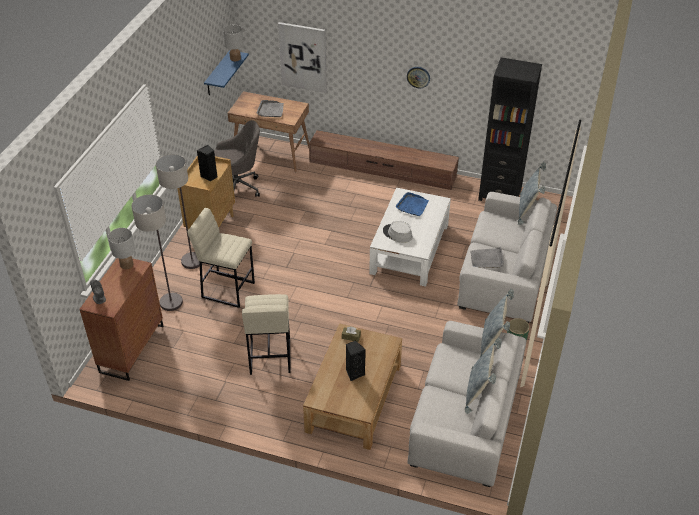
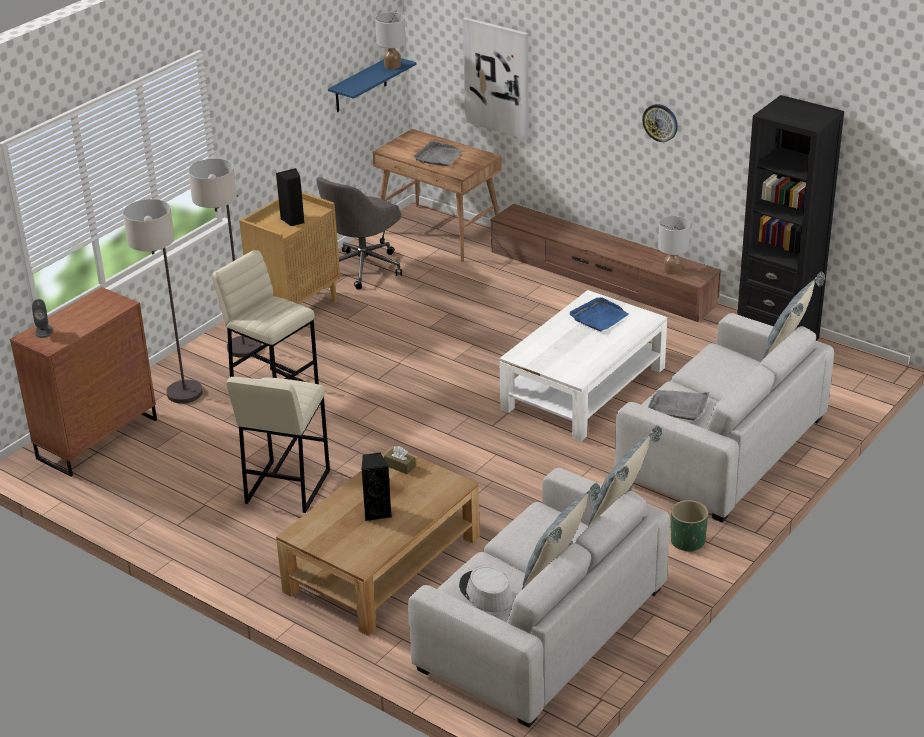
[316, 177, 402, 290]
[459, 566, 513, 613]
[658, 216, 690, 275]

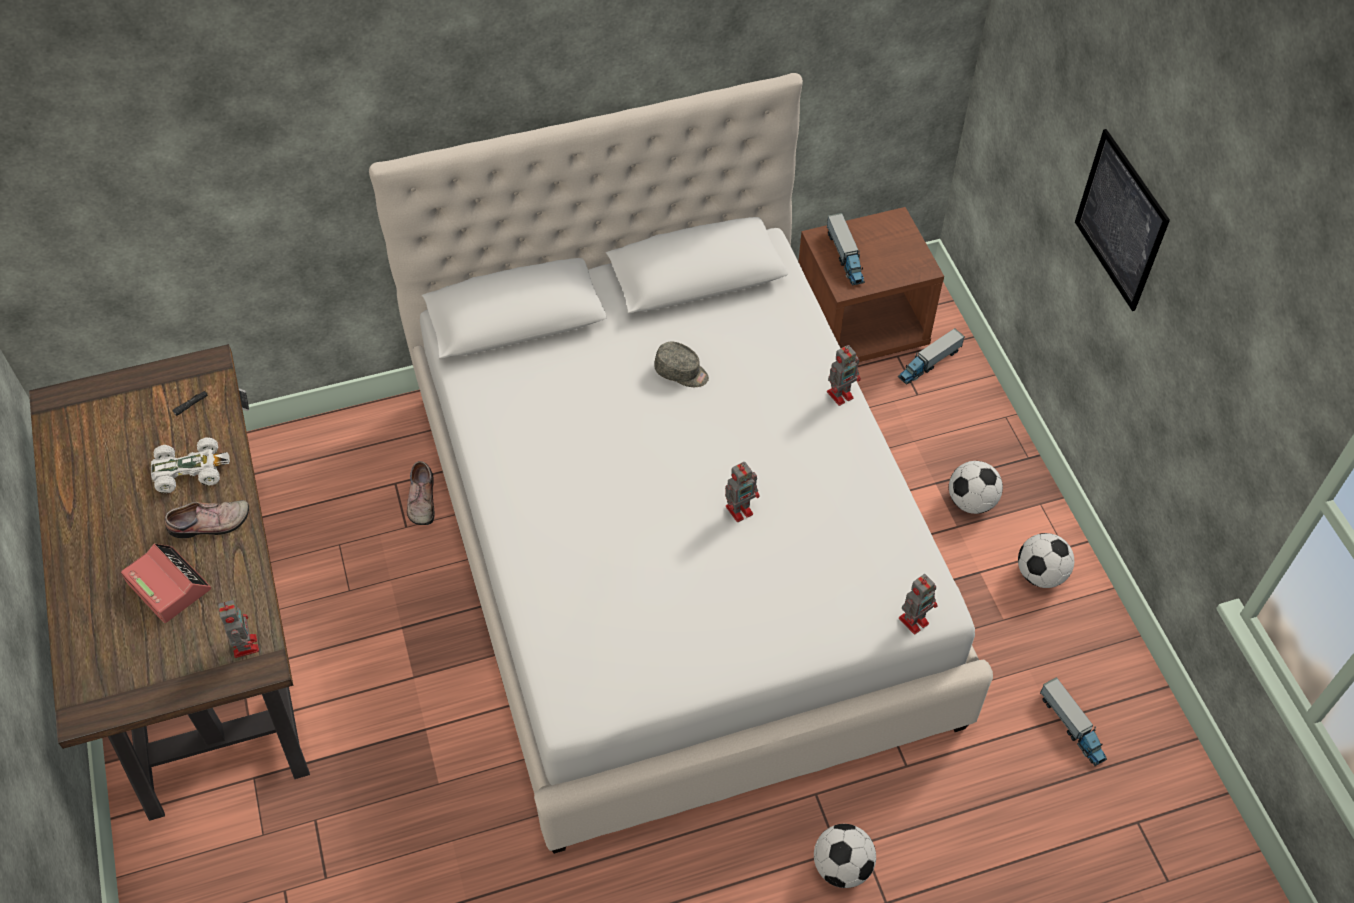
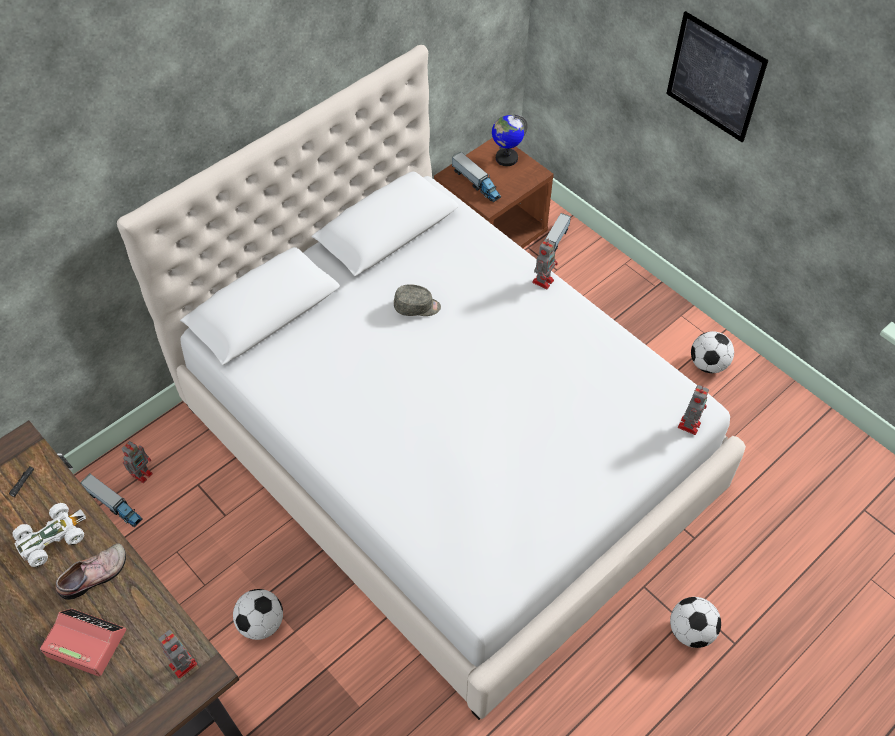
[80, 474, 143, 528]
[122, 441, 153, 483]
[233, 589, 283, 640]
[492, 114, 528, 166]
[407, 461, 435, 525] (first image)

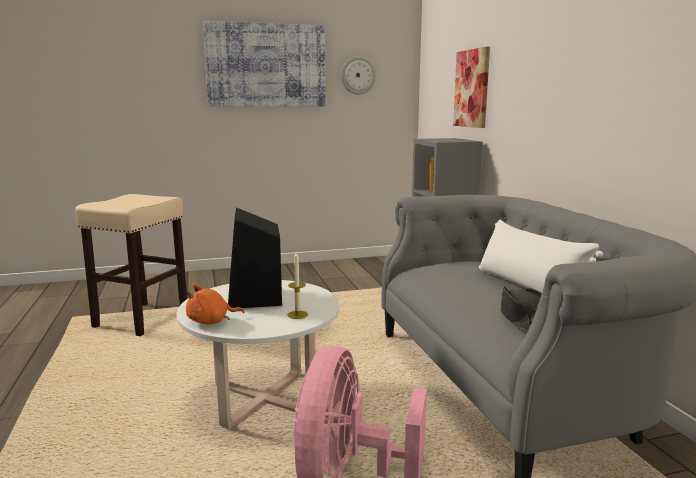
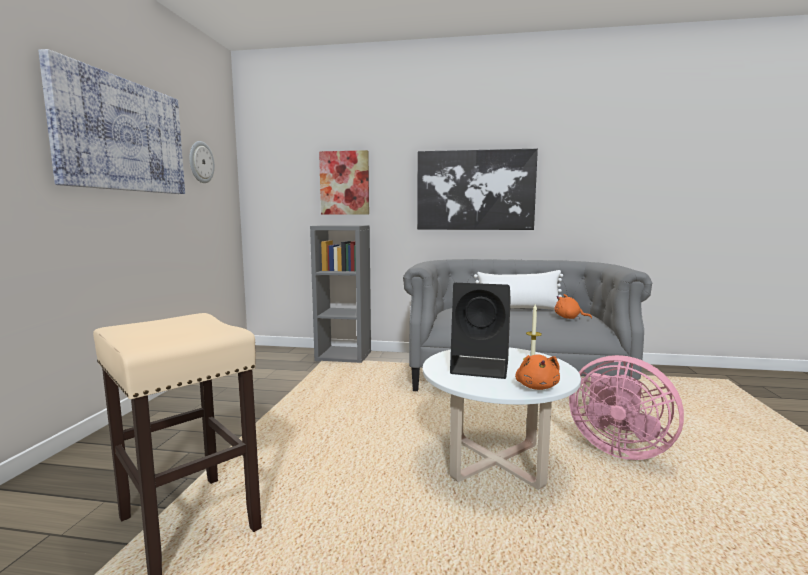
[417, 149, 538, 230]
[555, 294, 592, 319]

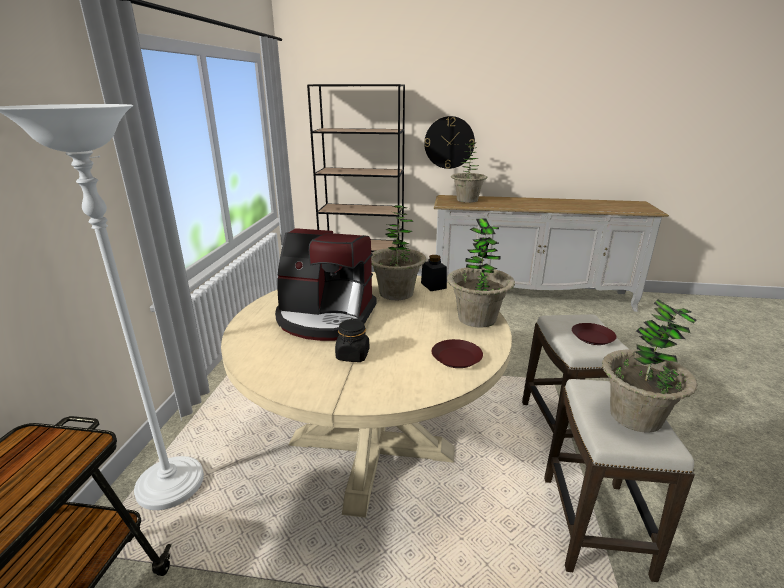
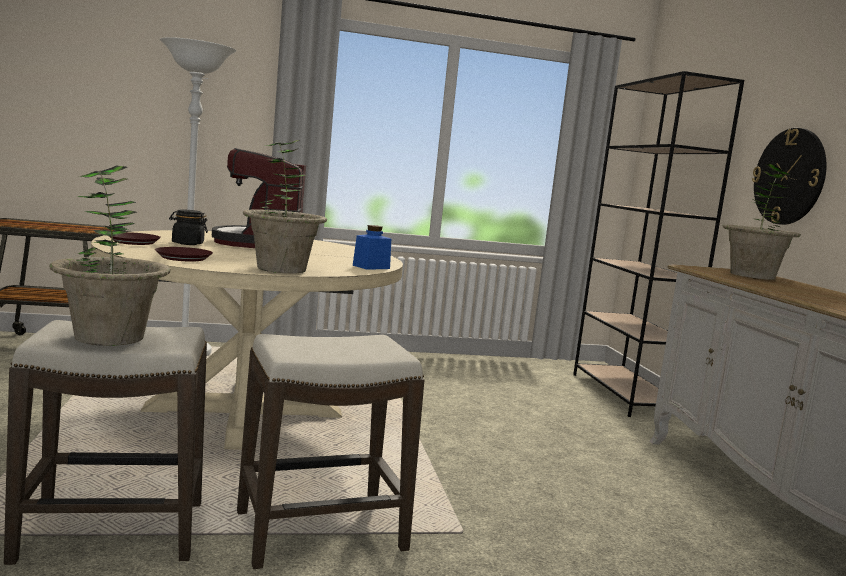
[109, 232, 161, 245]
[353, 225, 391, 270]
[371, 205, 426, 300] (first image)

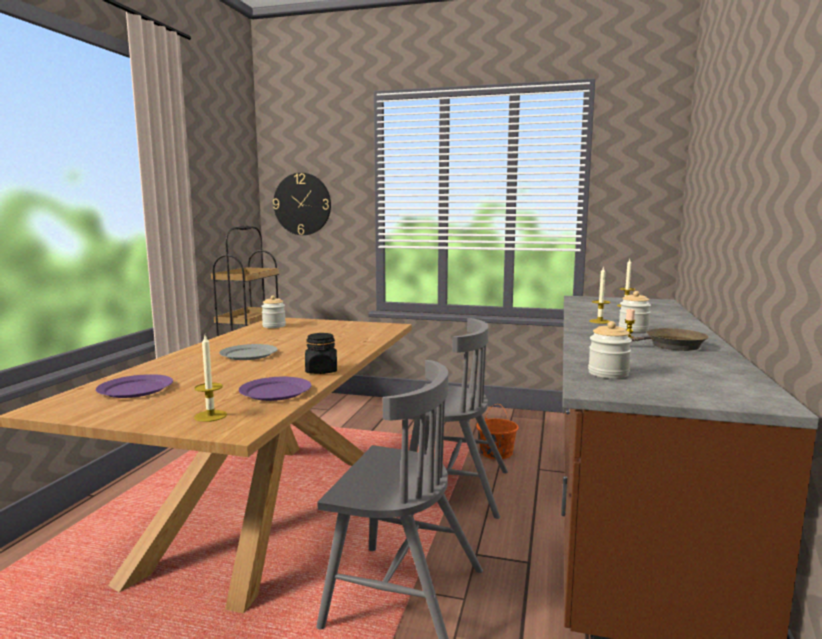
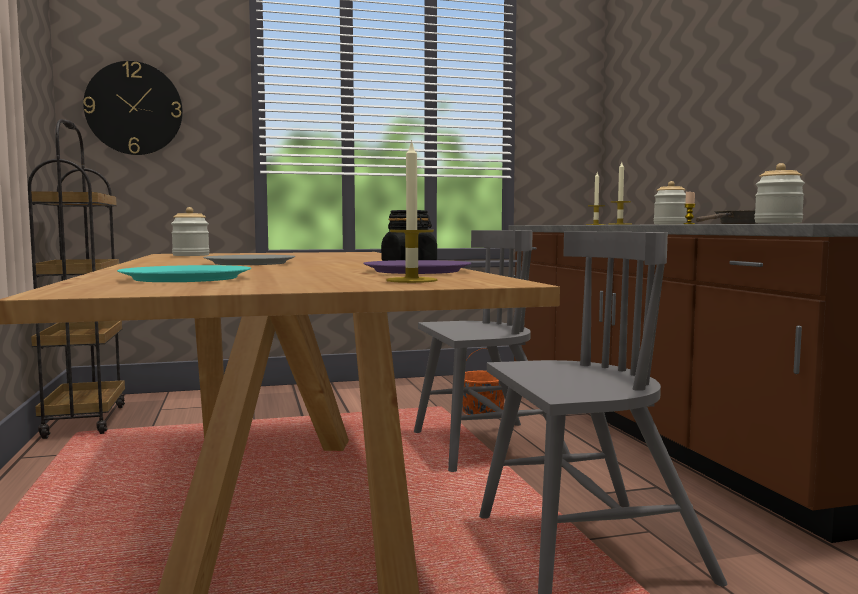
[117, 265, 251, 282]

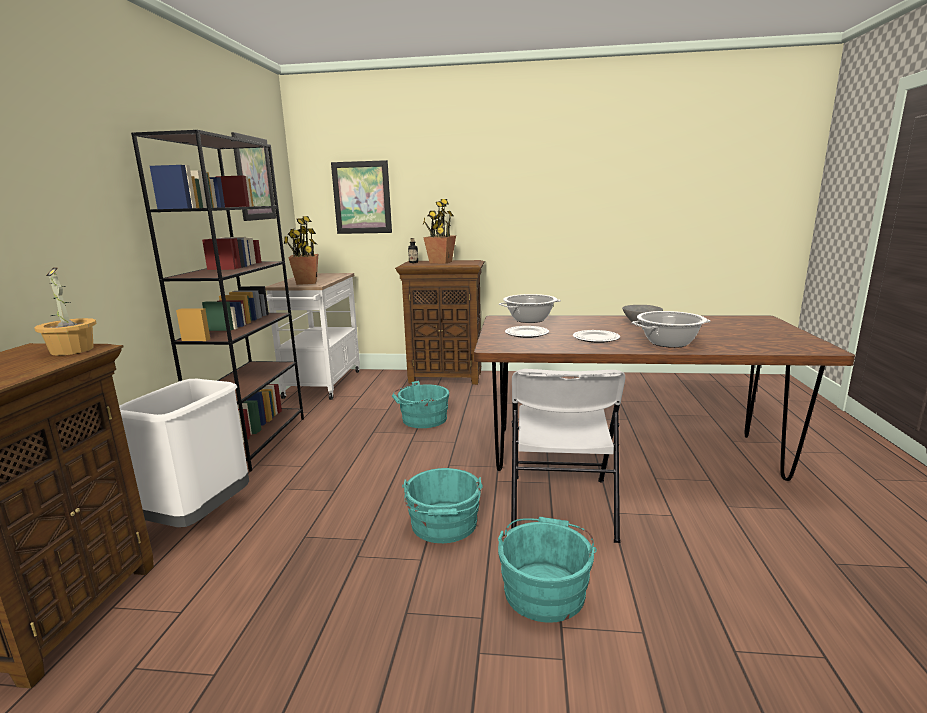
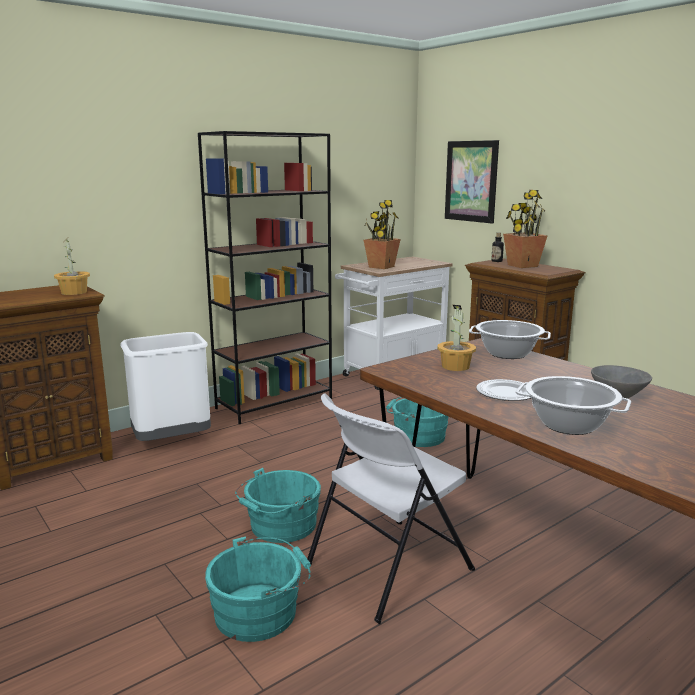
[437, 305, 476, 371]
[231, 132, 276, 221] (first image)

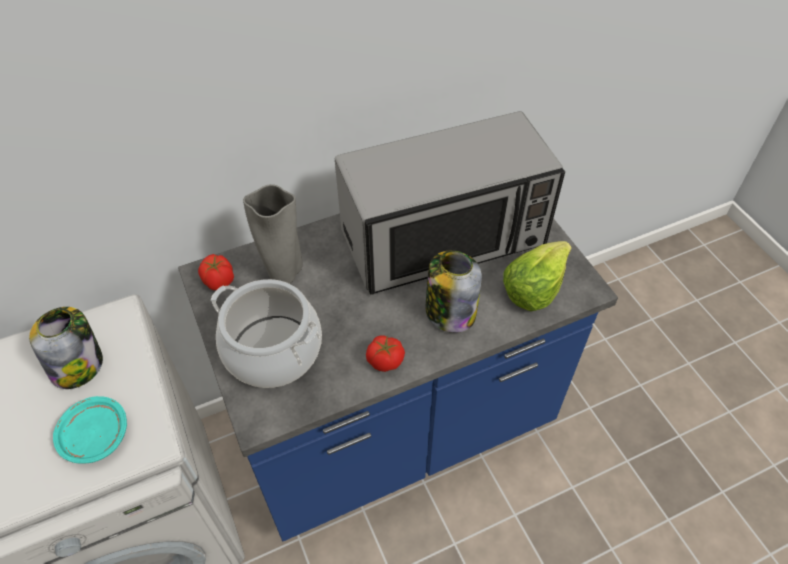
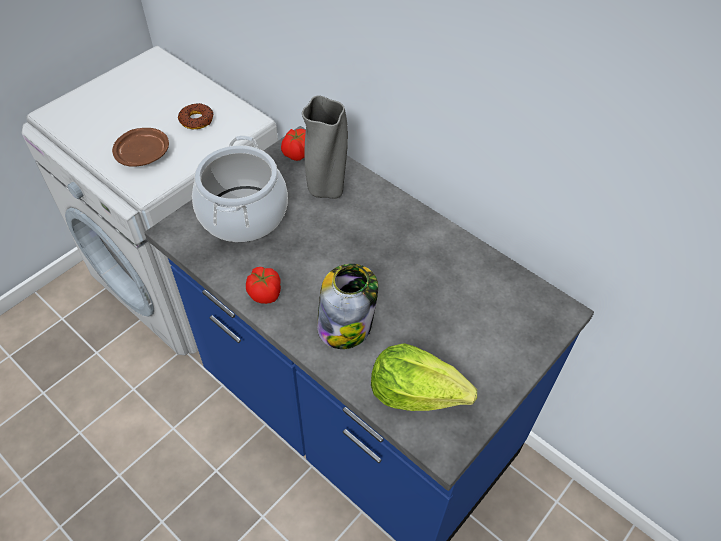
[112, 128, 169, 167]
[178, 103, 213, 129]
[335, 111, 565, 295] (first image)

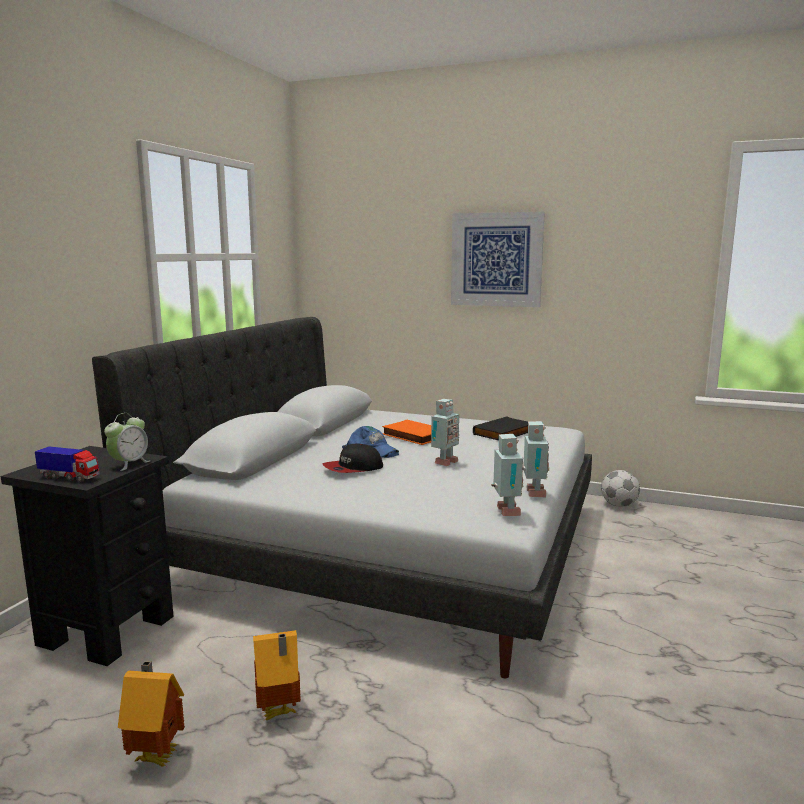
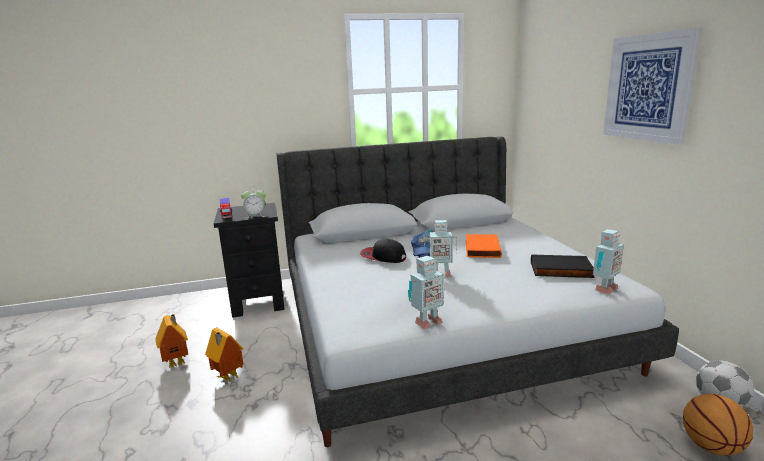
[593, 229, 624, 295]
[683, 394, 753, 456]

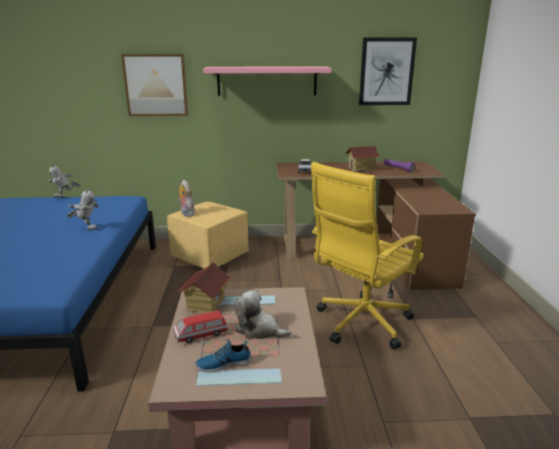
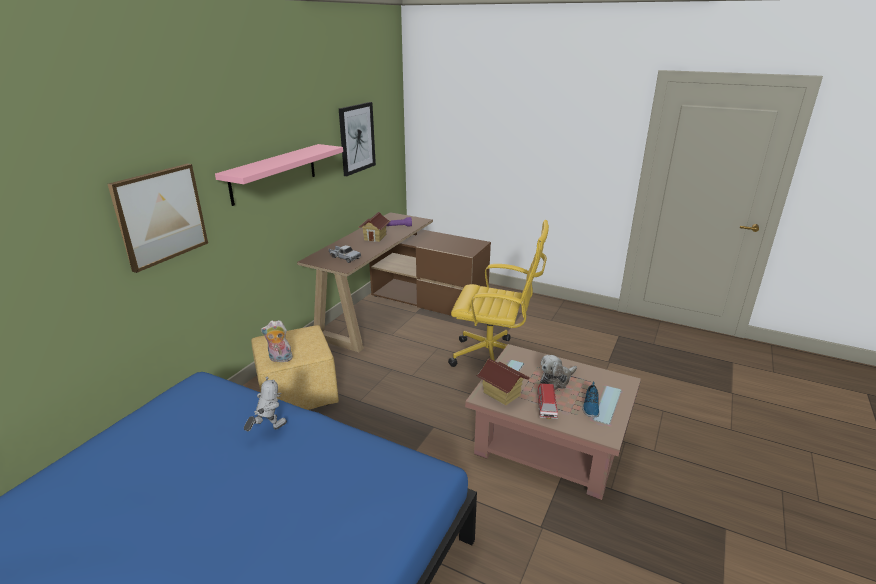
[448, 220, 549, 367]
[48, 164, 80, 198] (first image)

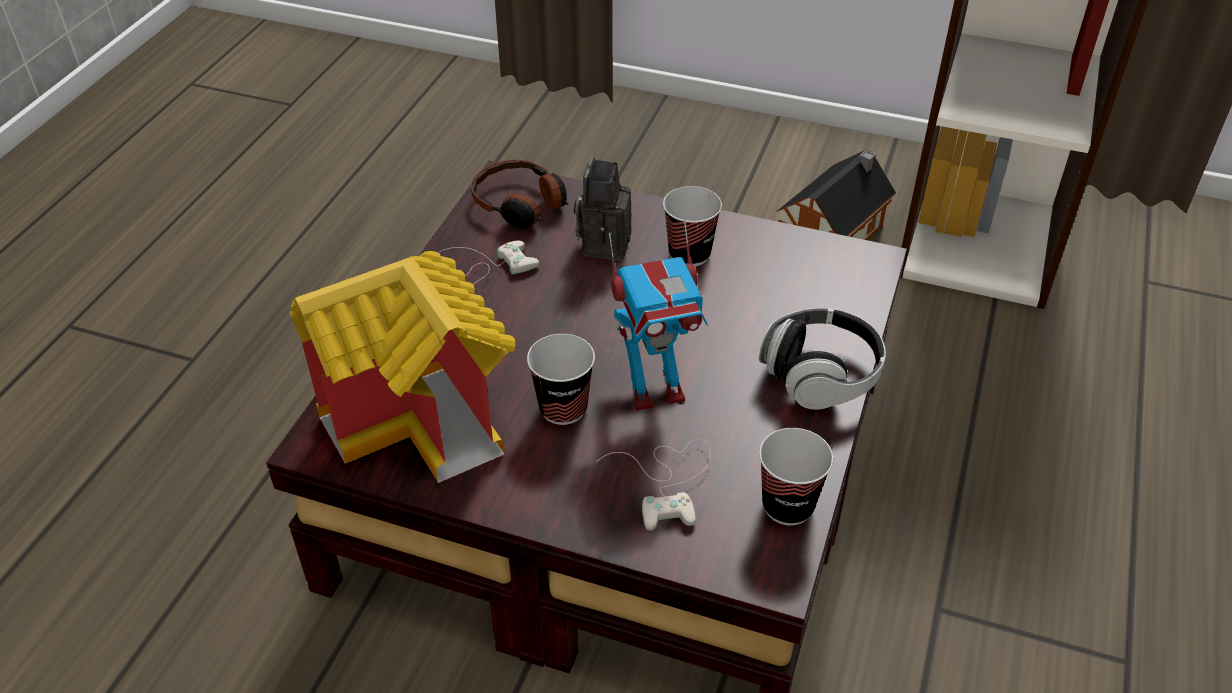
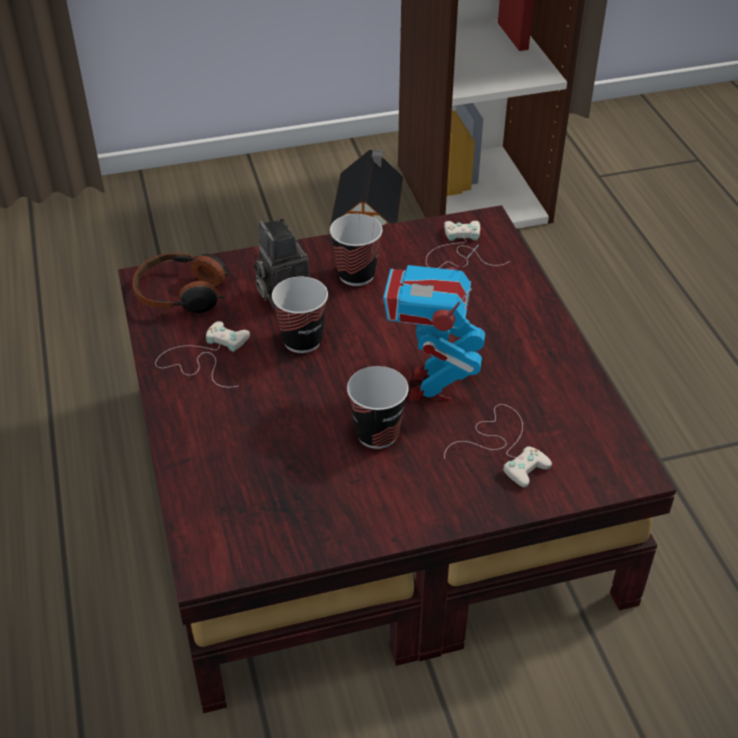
[272, 277, 328, 353]
[381, 245, 485, 401]
[426, 221, 510, 268]
[289, 251, 515, 483] (first image)
[759, 308, 886, 410] (first image)

